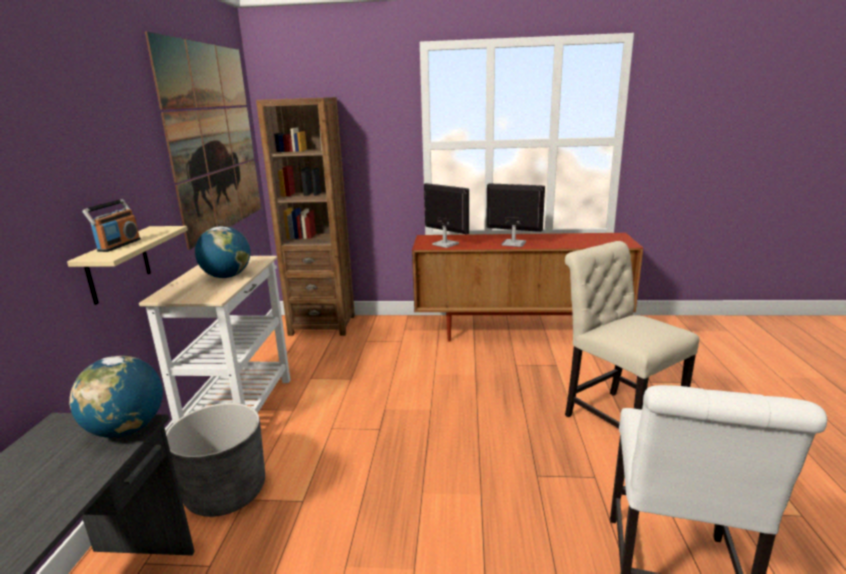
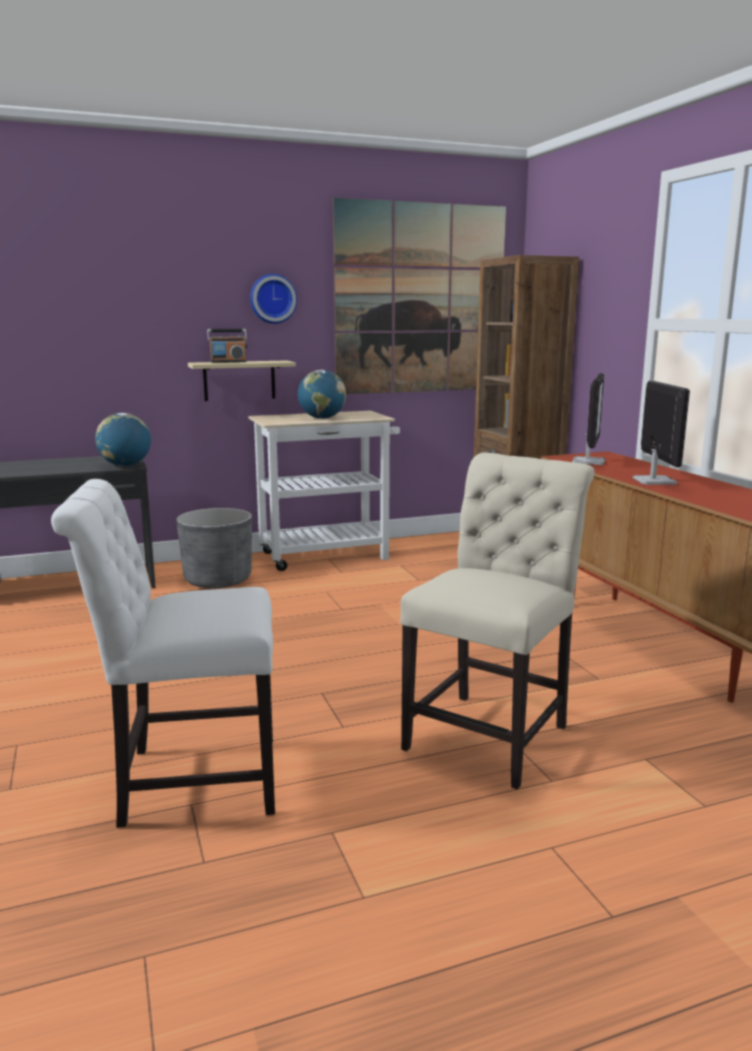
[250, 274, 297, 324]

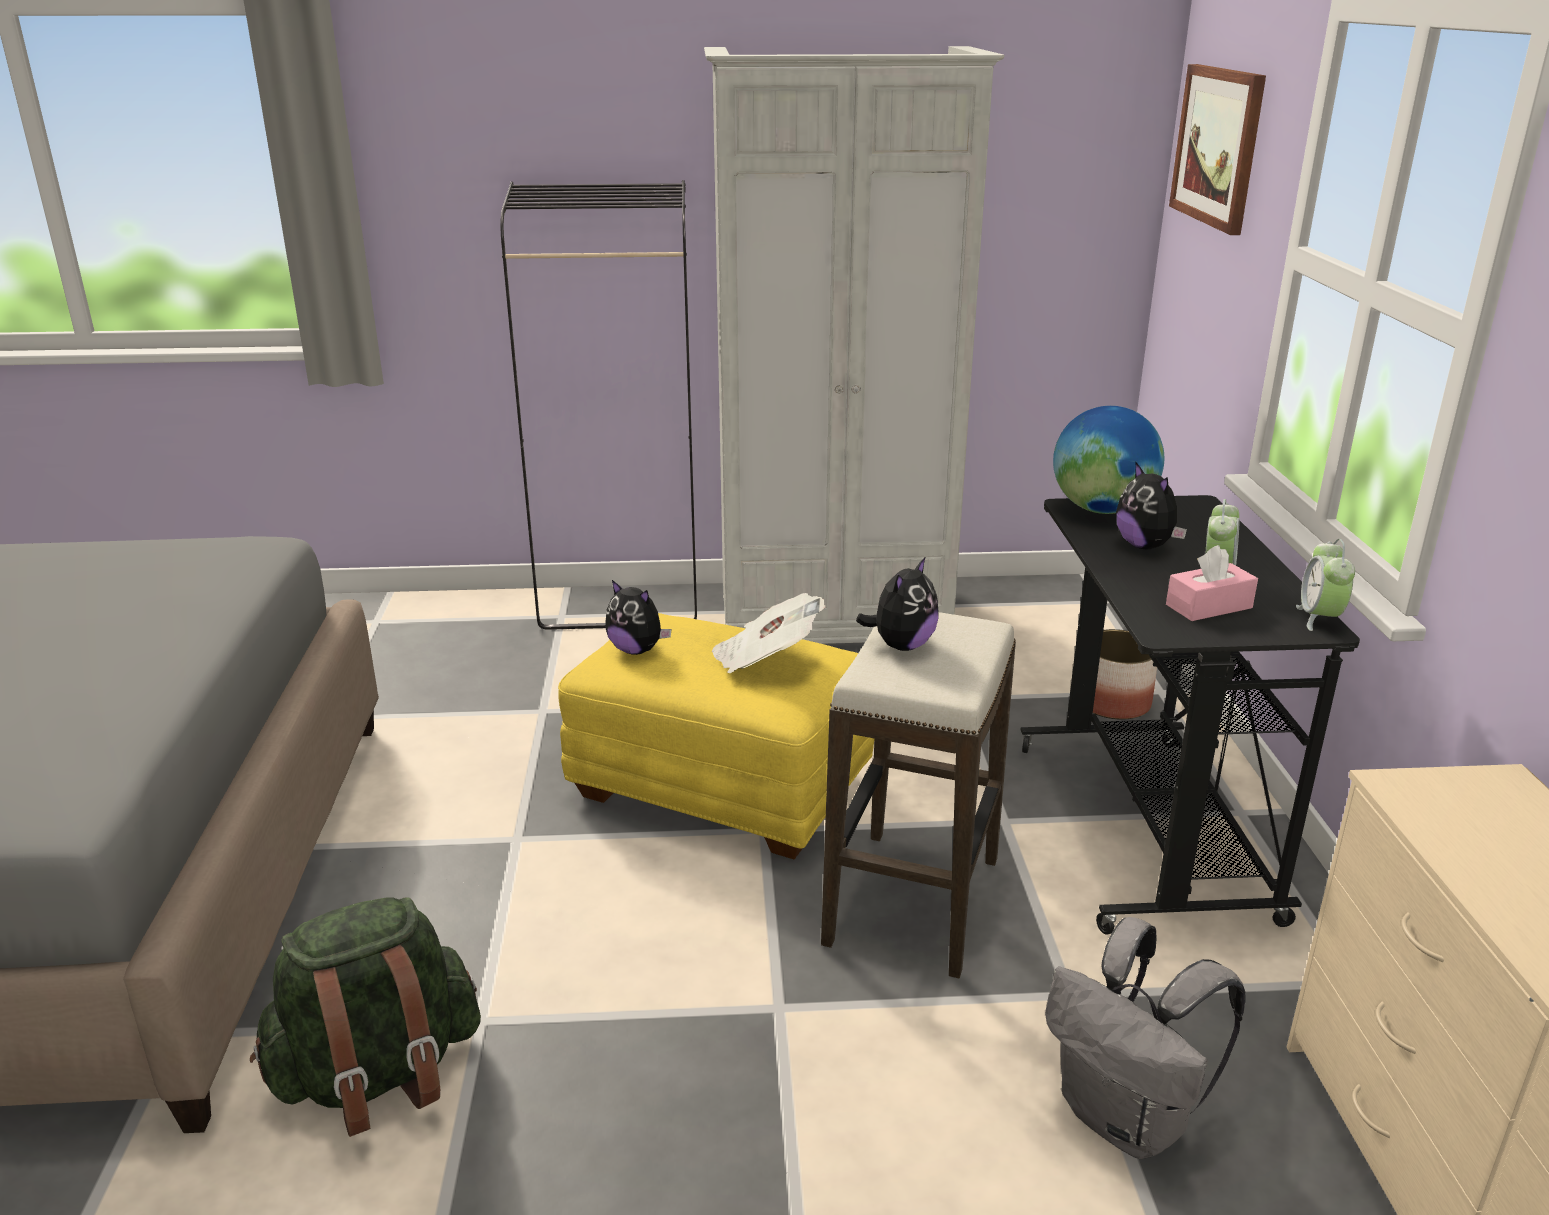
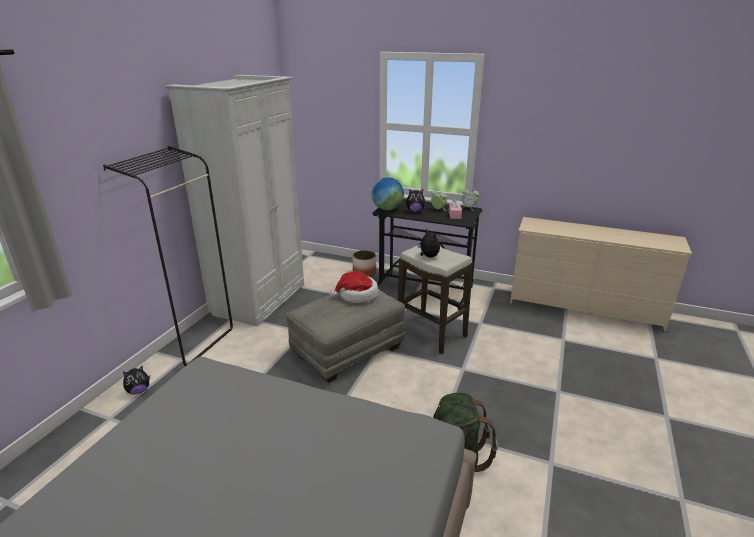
[123, 366, 150, 395]
[287, 289, 405, 383]
[330, 271, 378, 303]
[1045, 917, 1246, 1159] (first image)
[1169, 64, 1266, 235] (first image)

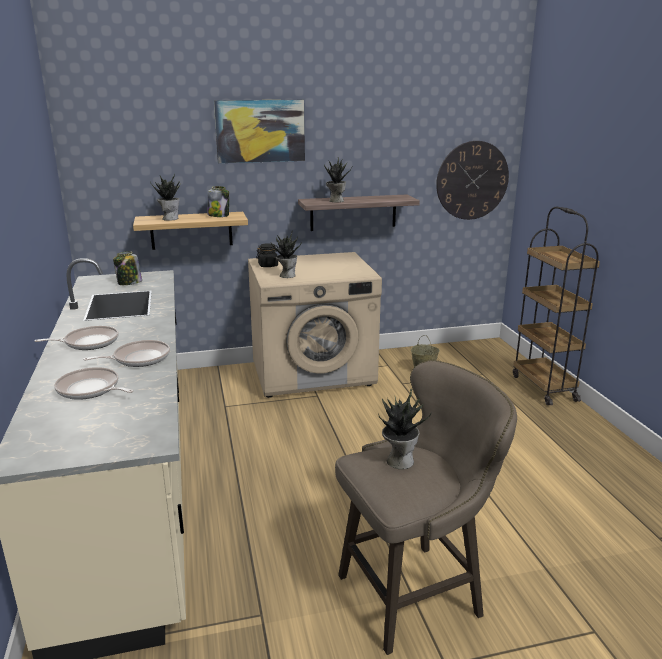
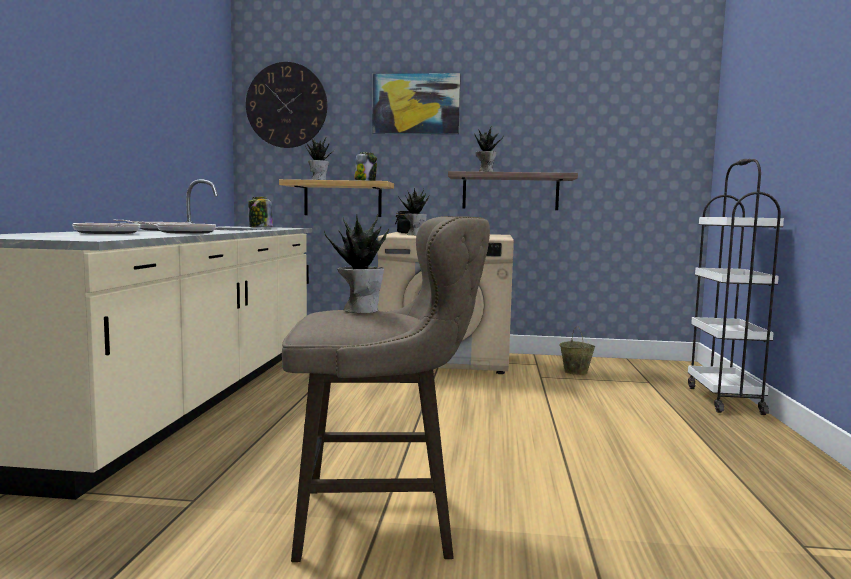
[246, 62, 327, 148]
[688, 159, 784, 415]

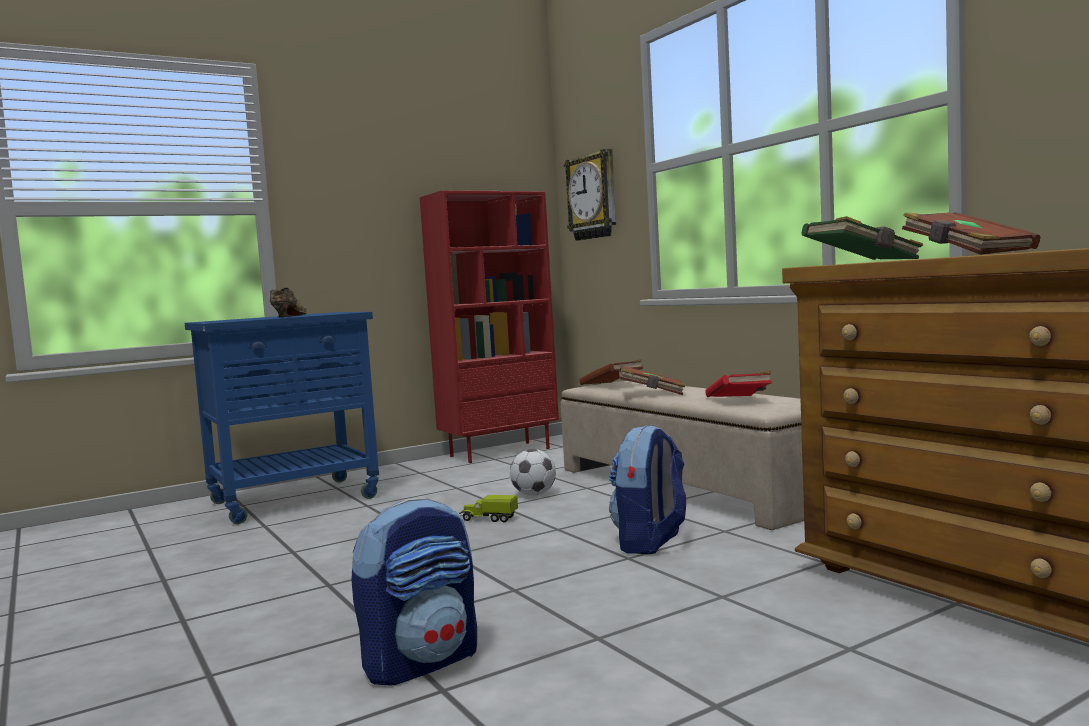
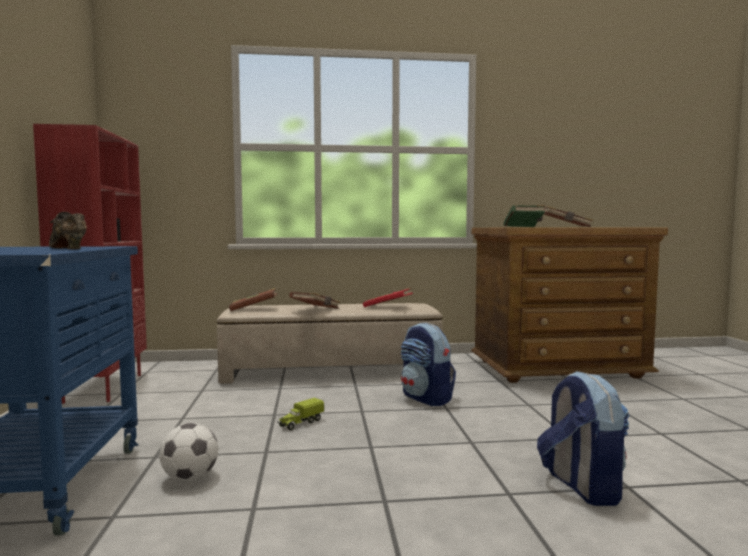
[160, 423, 218, 481]
[564, 149, 616, 241] (first image)

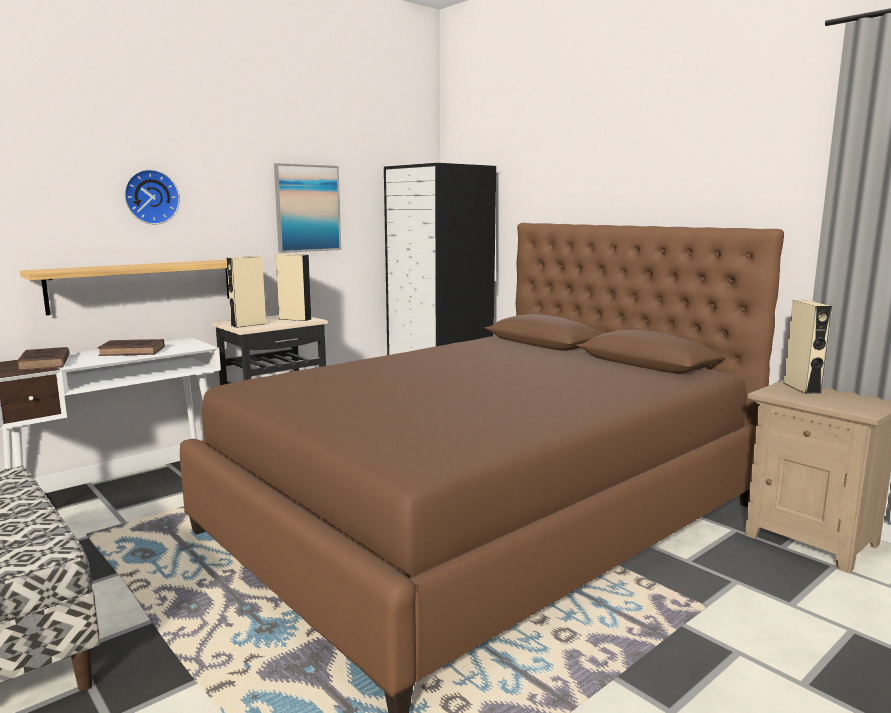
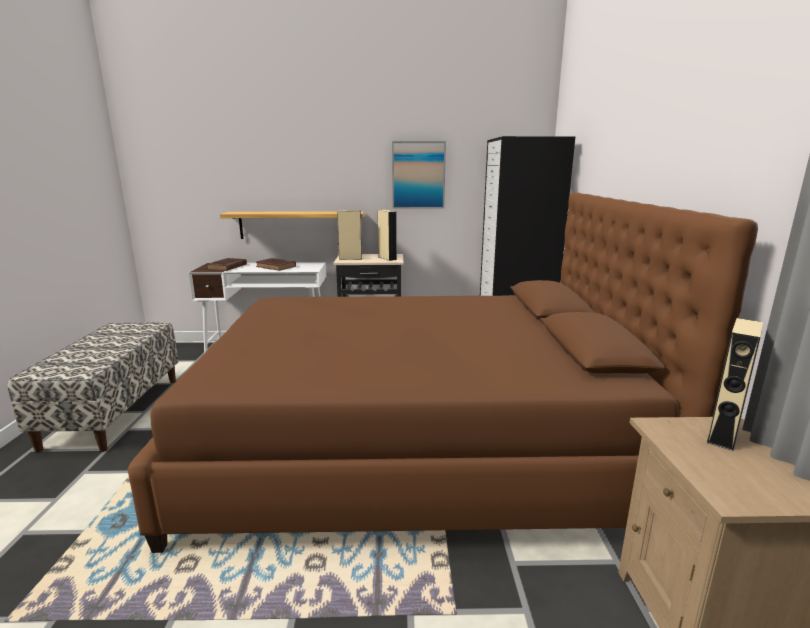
[124, 169, 180, 224] (first image)

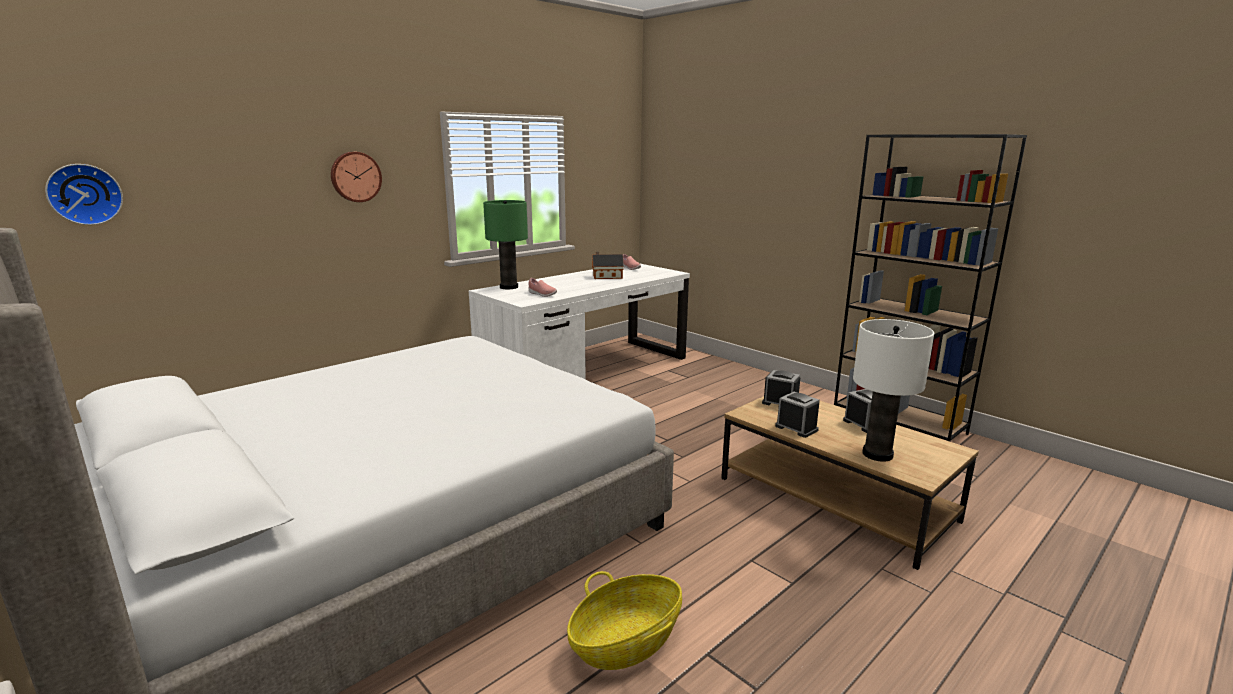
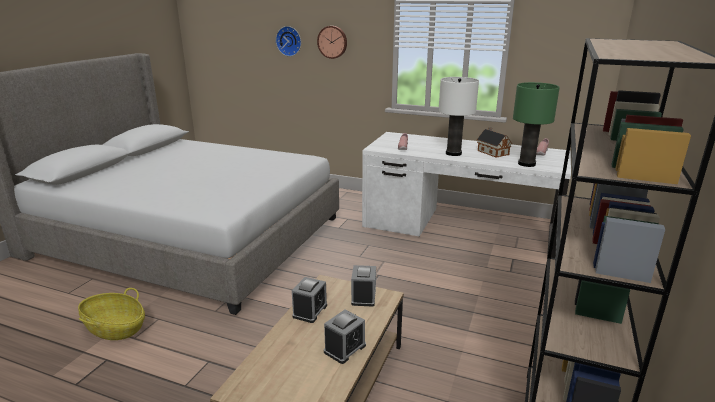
[276, 26, 301, 56]
[439, 77, 479, 156]
[513, 82, 560, 167]

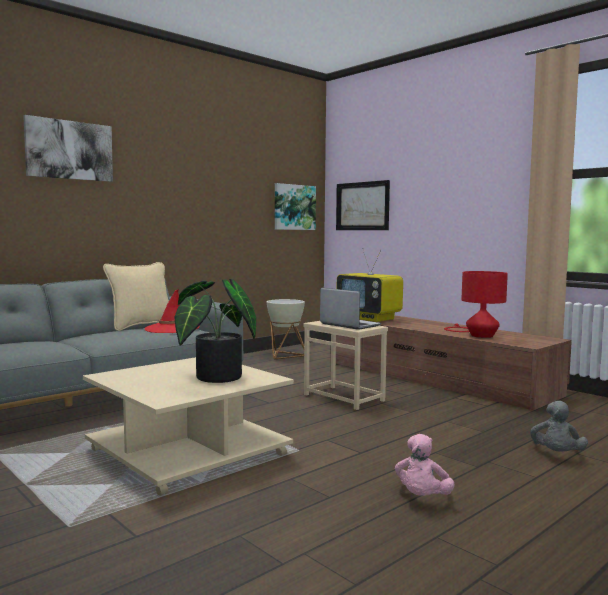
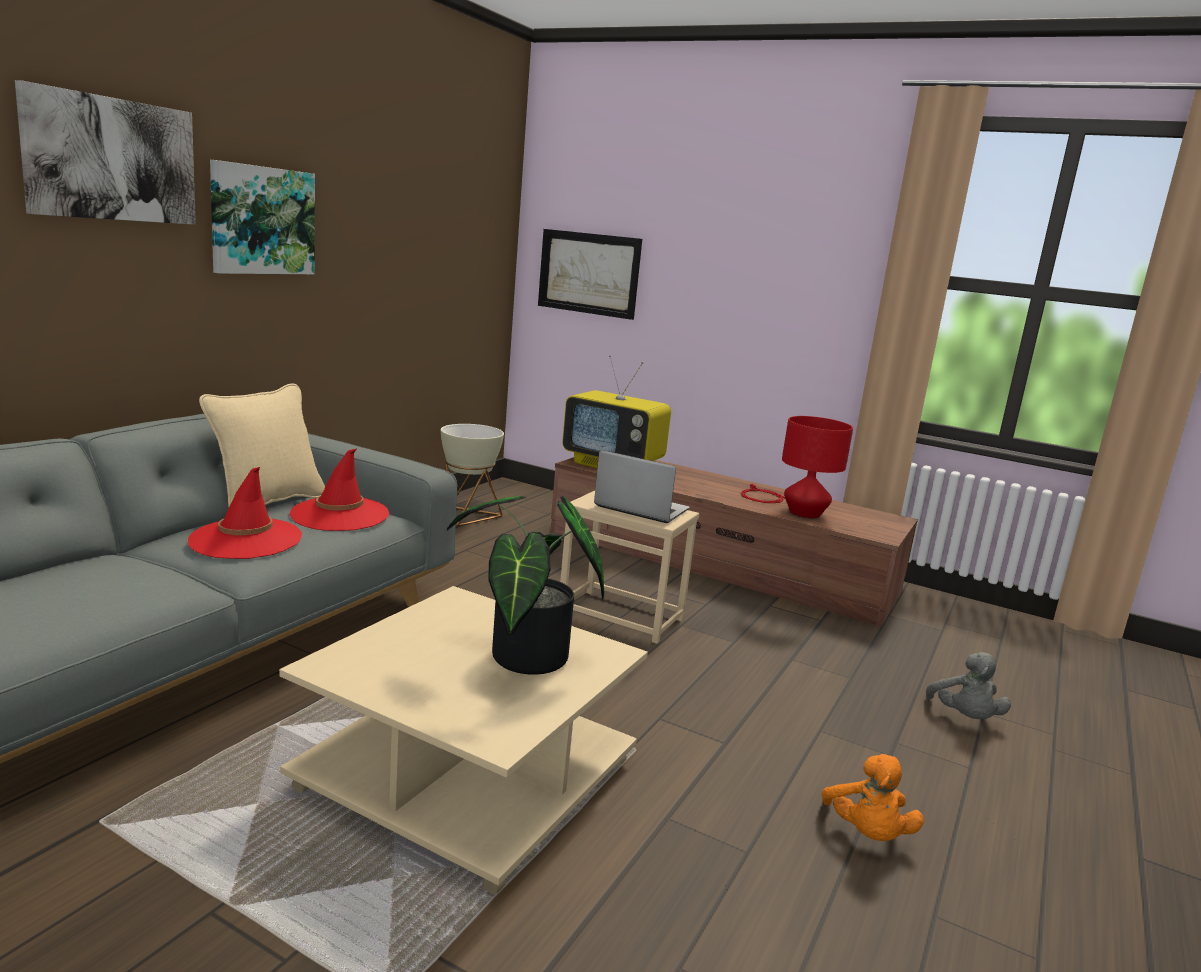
[188, 467, 302, 559]
[210, 160, 315, 274]
[821, 754, 924, 841]

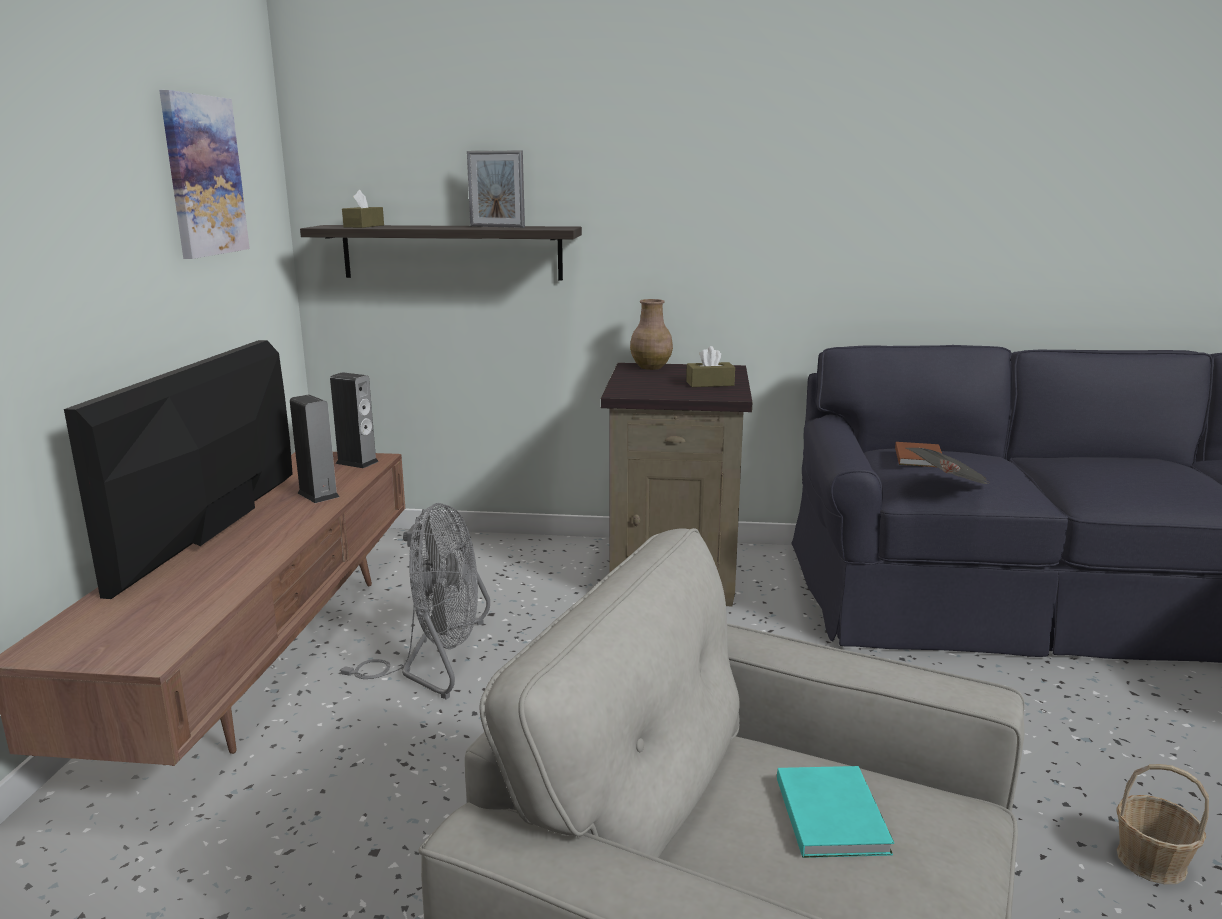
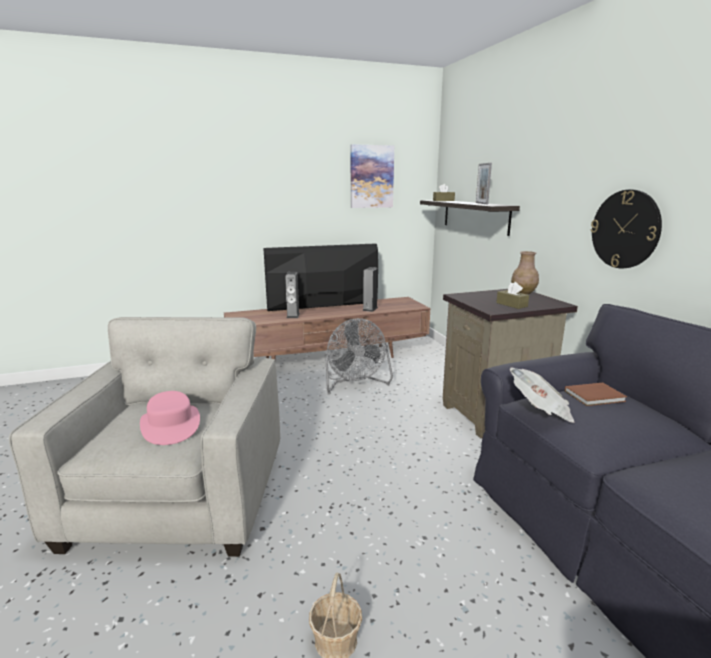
[140, 391, 200, 445]
[285, 272, 300, 318]
[590, 190, 662, 268]

